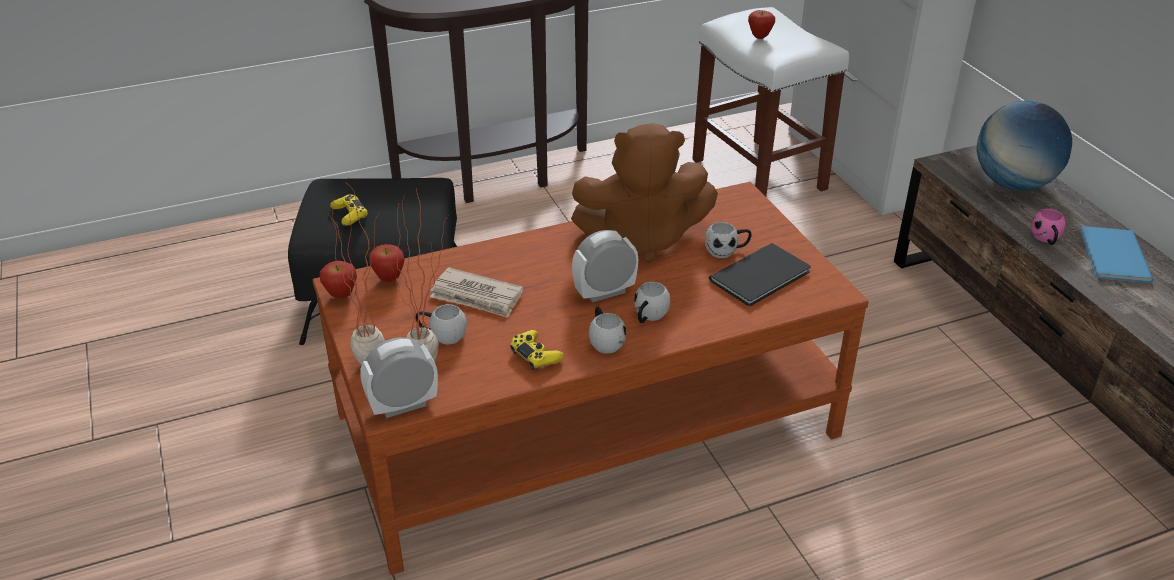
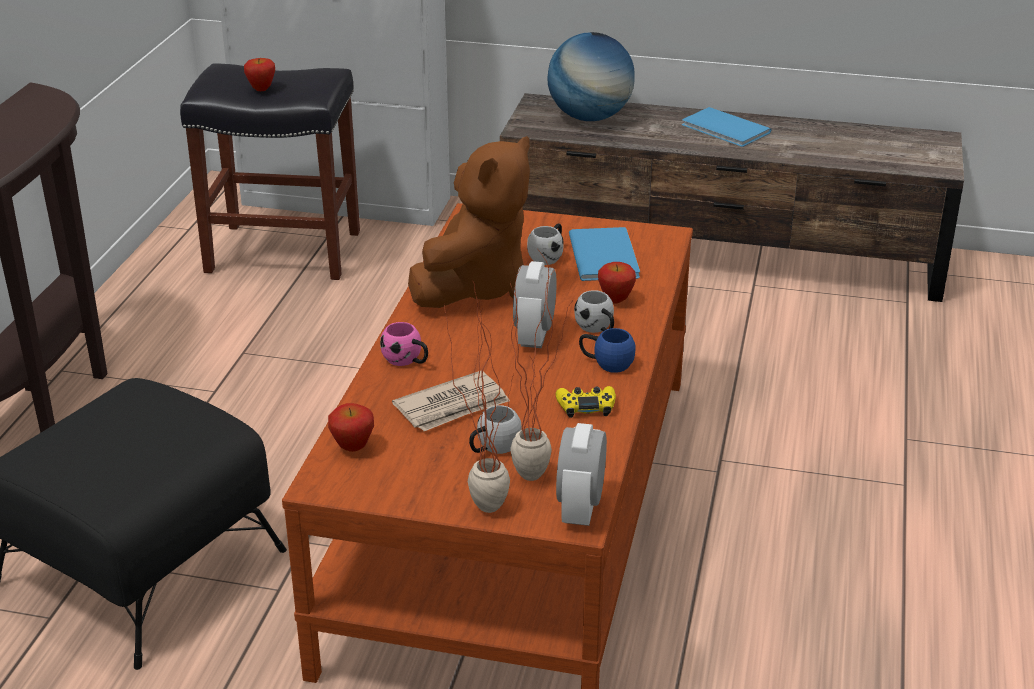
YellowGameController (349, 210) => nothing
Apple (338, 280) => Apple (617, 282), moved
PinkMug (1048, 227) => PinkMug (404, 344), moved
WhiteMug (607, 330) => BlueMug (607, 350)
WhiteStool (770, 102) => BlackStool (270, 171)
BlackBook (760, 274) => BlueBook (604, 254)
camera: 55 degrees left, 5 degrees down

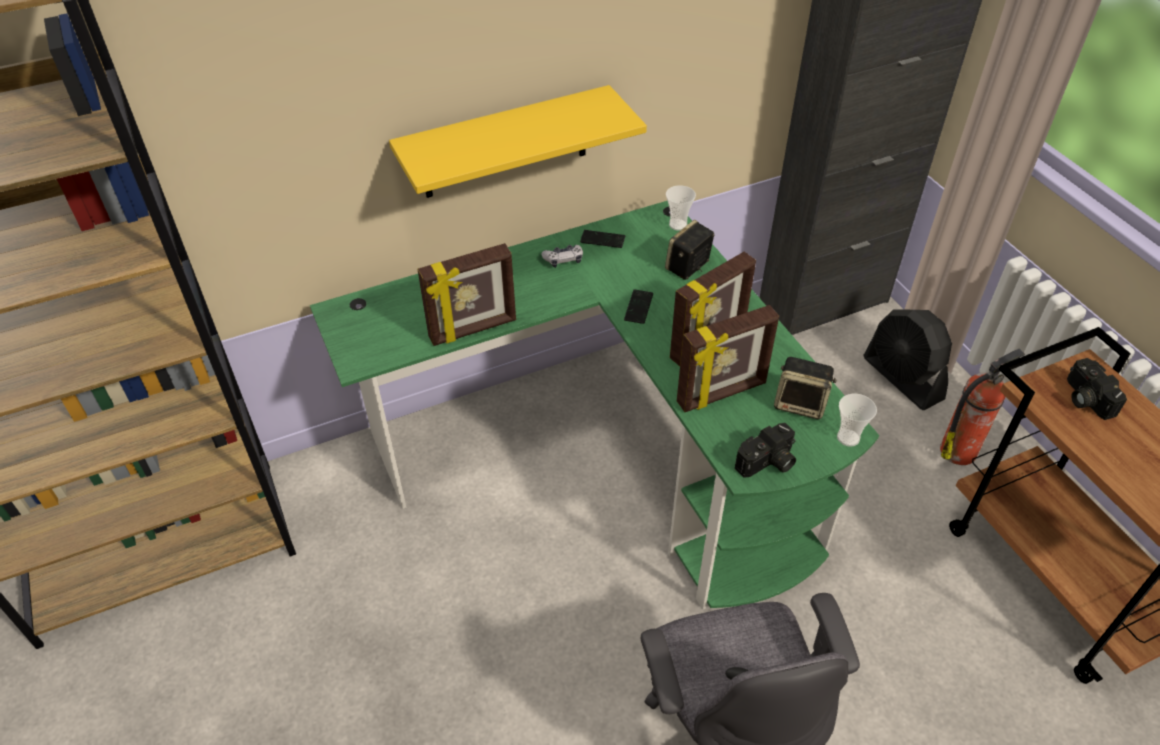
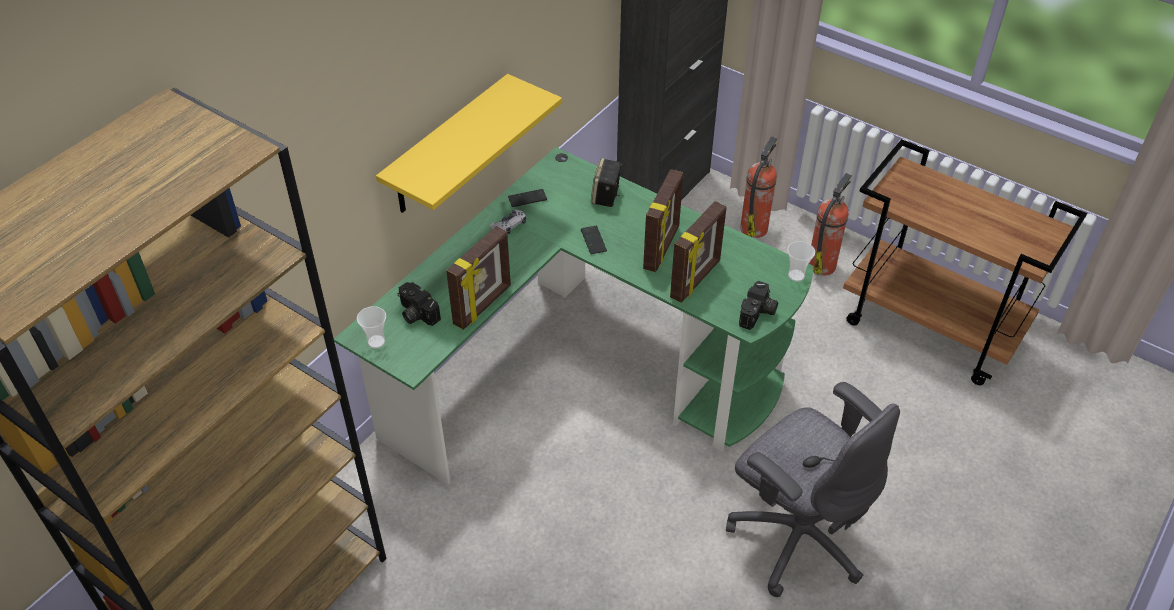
Speaker (805, 388) => nothing
Cup (681, 208) => Cup (371, 327), moved
PhotoCamera (1097, 389) => PhotoCamera (419, 304), moved
BlackFan (907, 359) => FireExtinguisher (758, 187)
camera: 30 degrees left, 0 degrees up

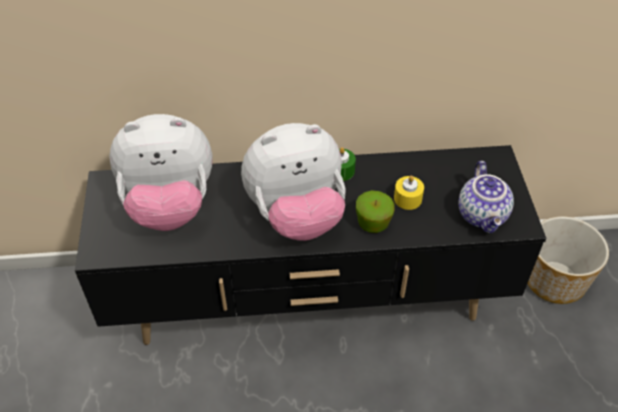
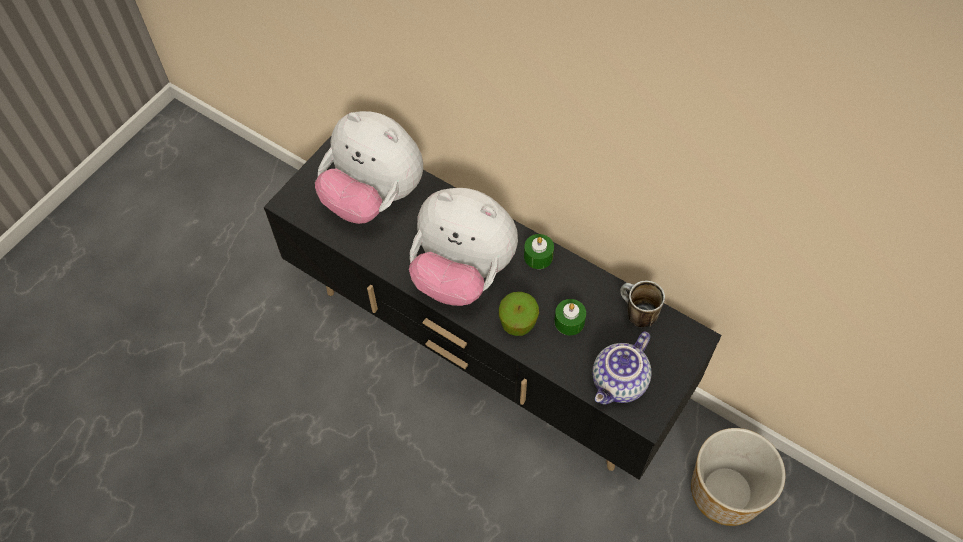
nothing => Mug (642, 303)
YellowCandle (409, 192) => GreenCandle (570, 317)
camera: 40 degrees right, 10 degrees up

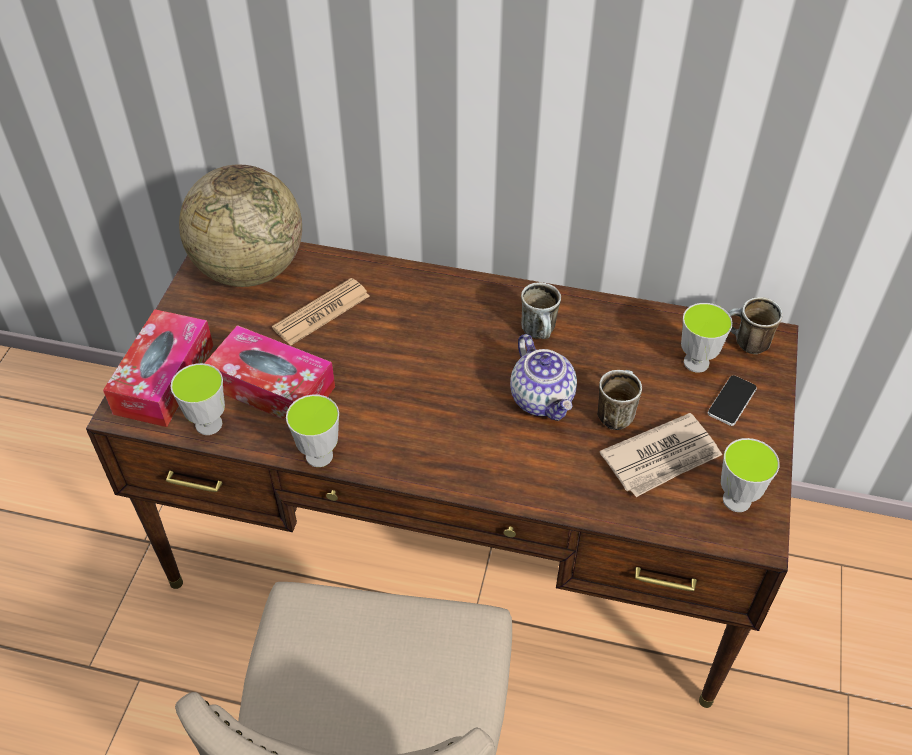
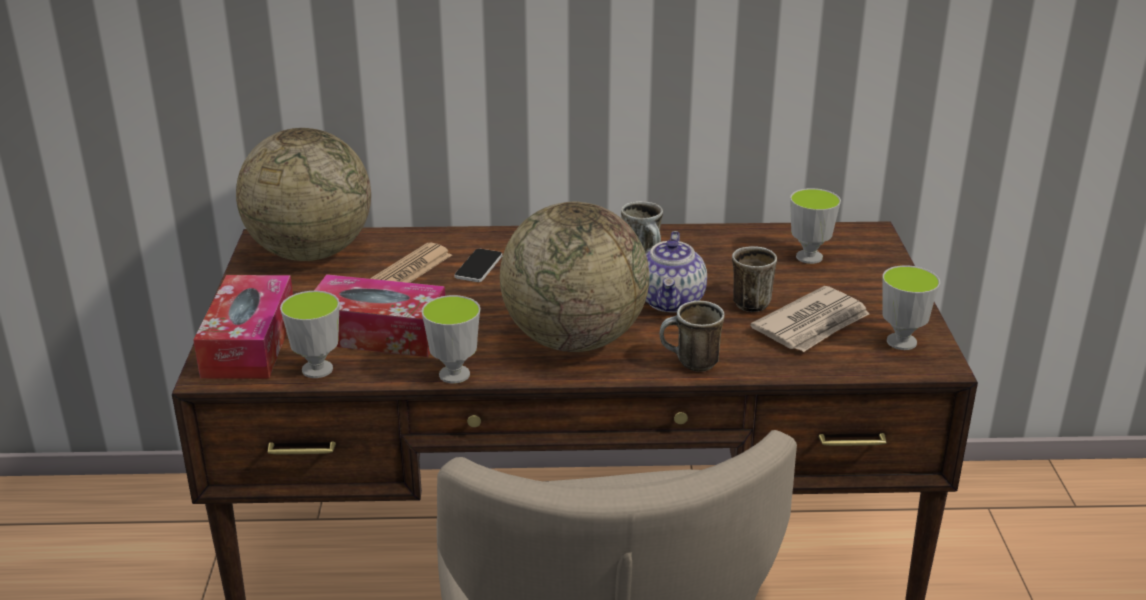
nothing => Globe (574, 277)
Phone (732, 400) => Phone (478, 265), moved
Mug (755, 325) => Mug (692, 335), moved
Teapot (543, 377) => Teapot (676, 272), 45 degrees clockwise
camera: 15 degrees left, 20 degrees down

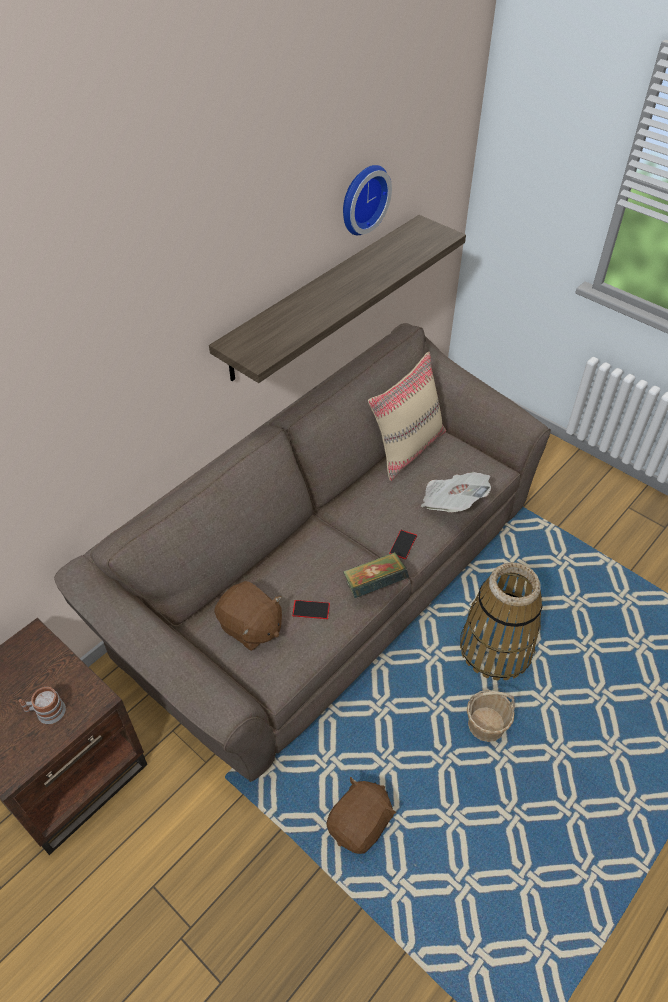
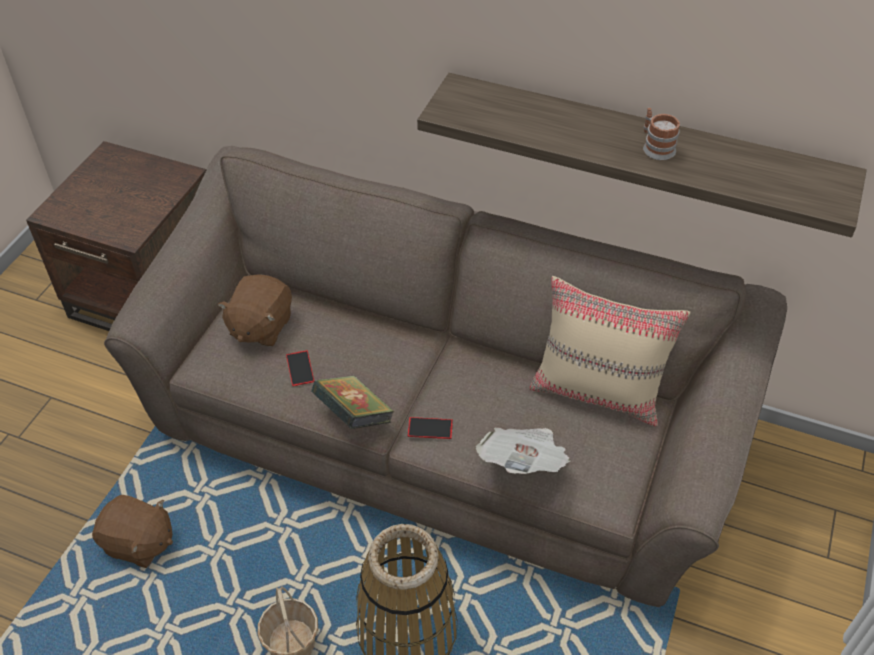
WallClock (367, 200) => nothing
Mug (42, 705) => Mug (661, 134), moved
camera: 70 degrees right, 0 degrees up

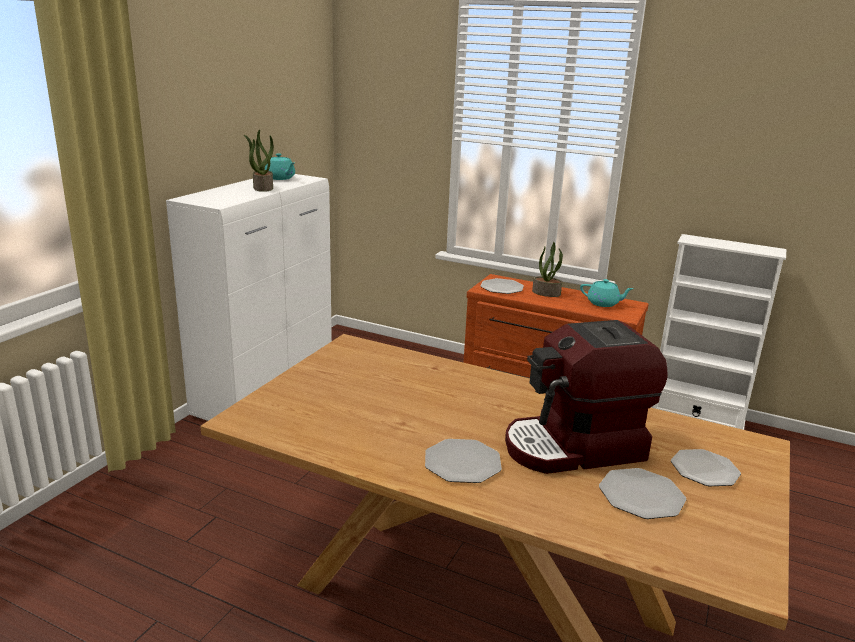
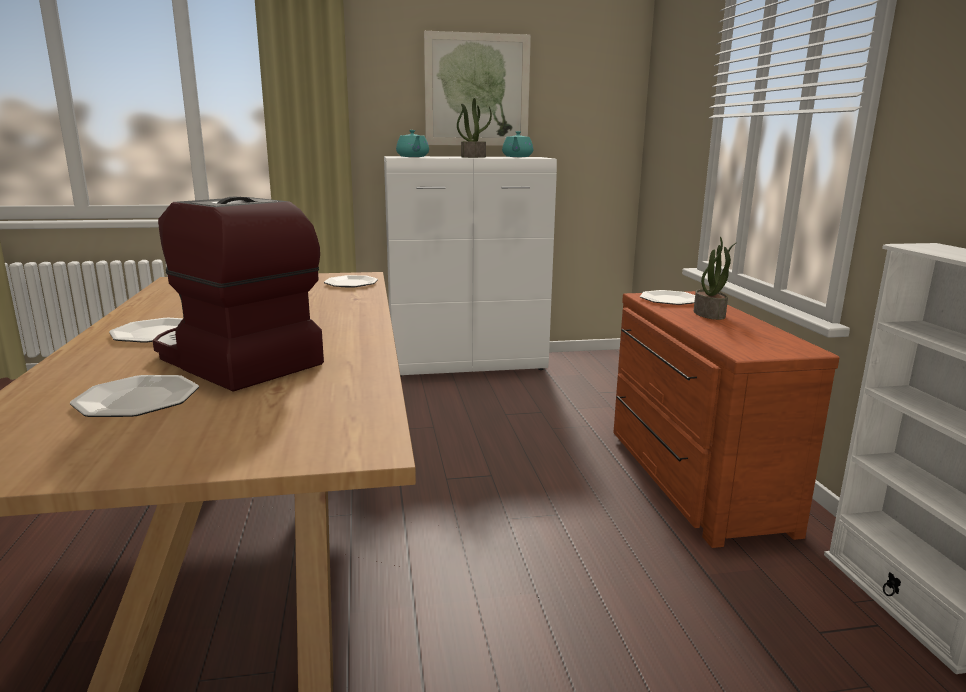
nothing => Picture (477, 88)
TurquoiseTeapot (607, 293) => TurquoiseTeapot (412, 143), moved
Plate (706, 467) => Plate (351, 281), moved
camera: 55 degrees right, 5 degrees down

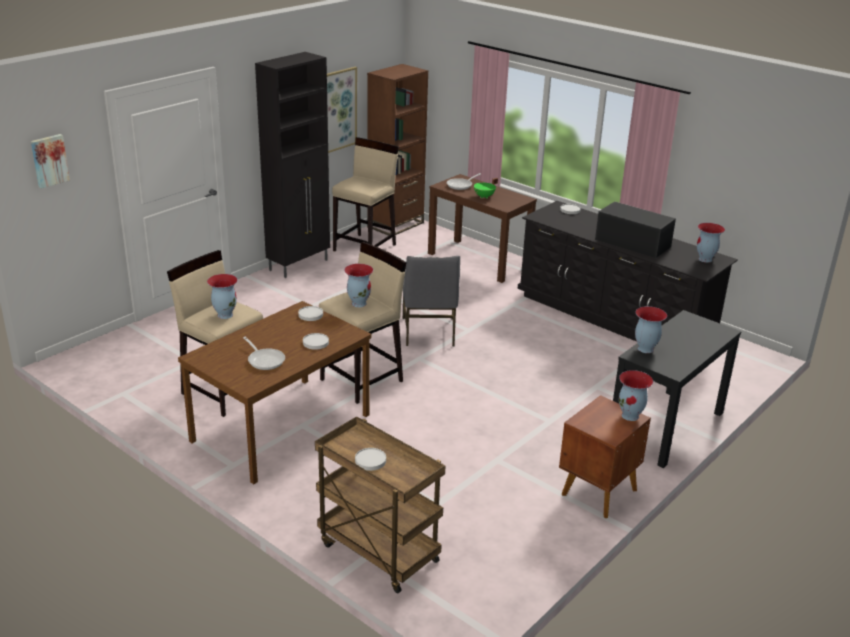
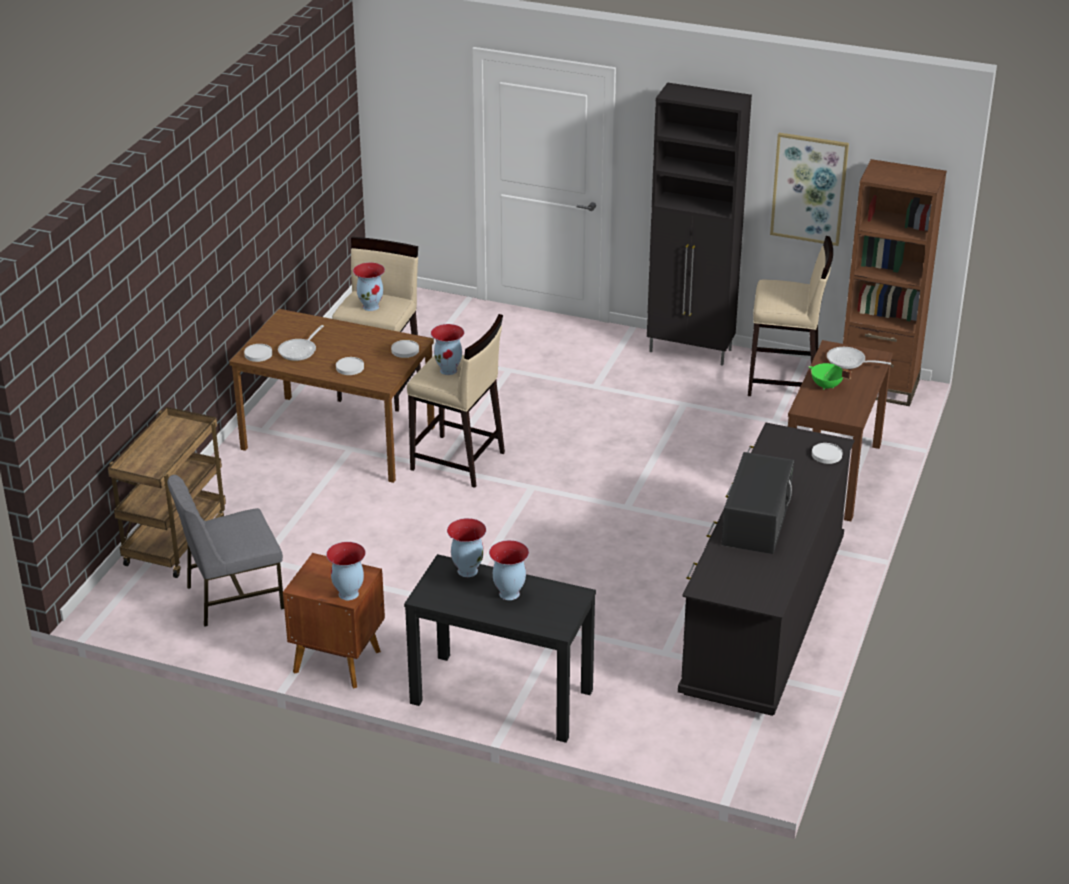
Picture (50, 161) => nothing
WhitePlate (370, 459) => WhitePlate (258, 353), moved
GreyChair (431, 301) => GreyChair (225, 551), moved
Vase (711, 243) => Vase (509, 570), moved
camera: 70 degrees right, 5 degrees up

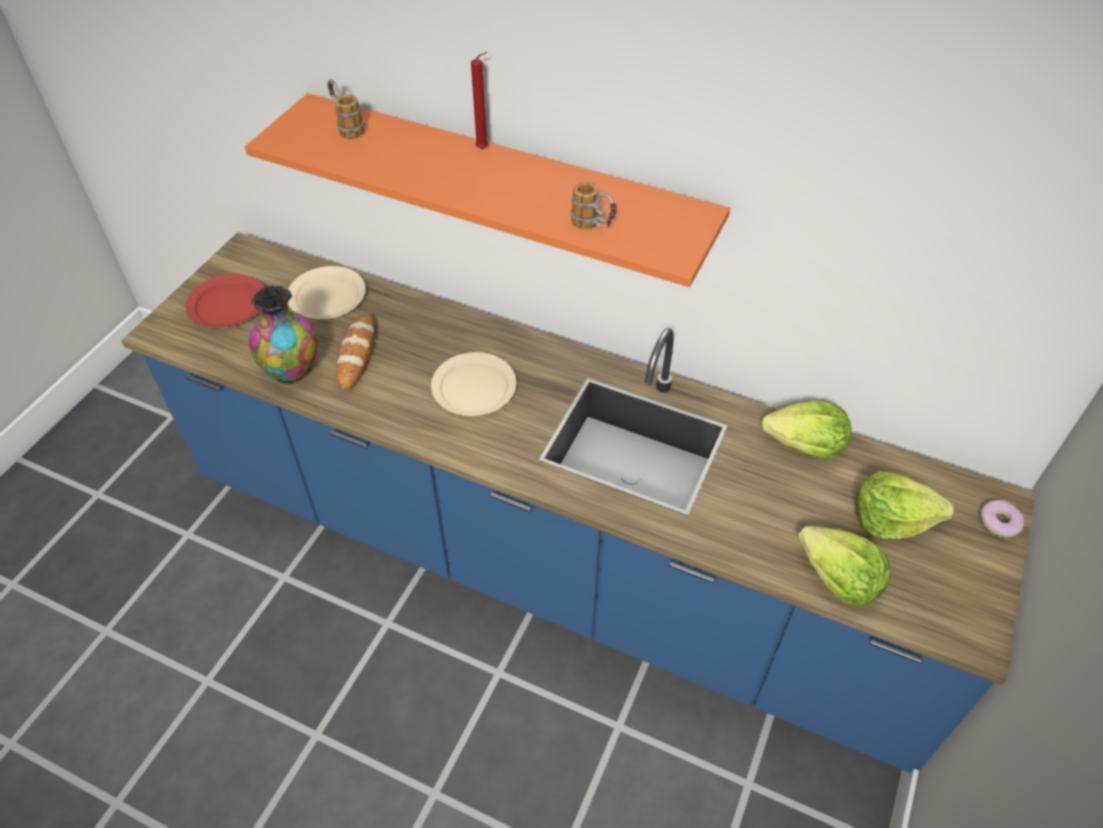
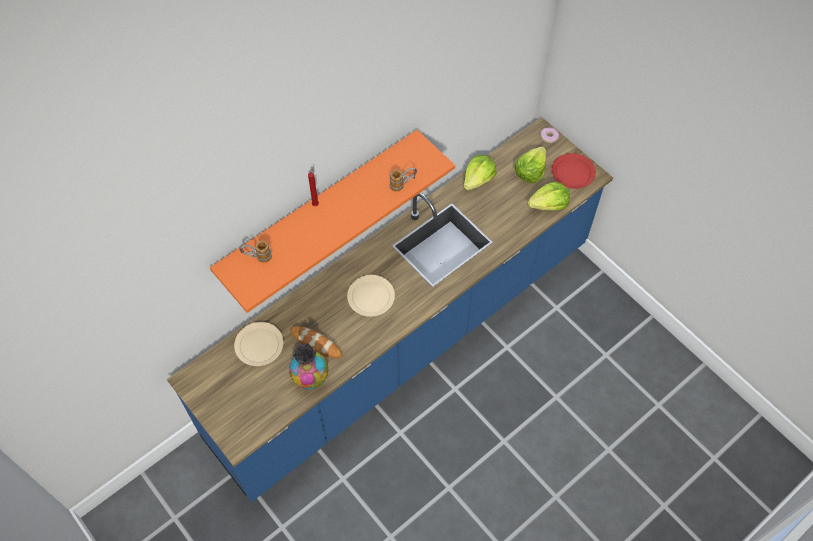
RedPlate (225, 301) => RedPlate (574, 171), moved
camera: 65 degrees left, 10 degrees up

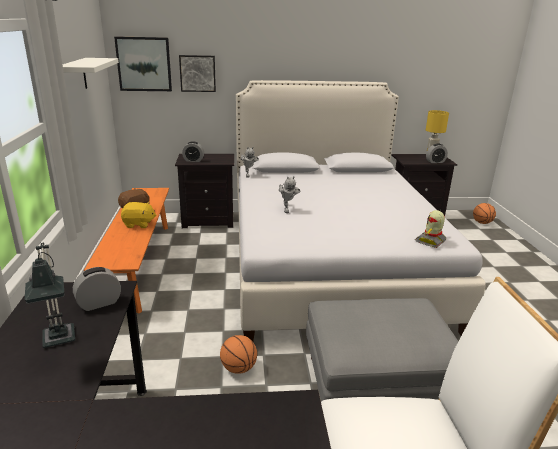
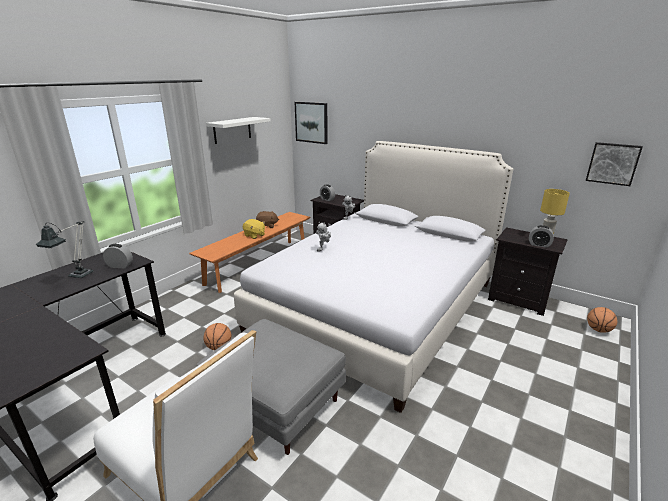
ToyRobot (430, 229) => nothing
Picture (197, 73) => Picture (614, 164), moved
camera: 40 degrees right, 0 degrees up

